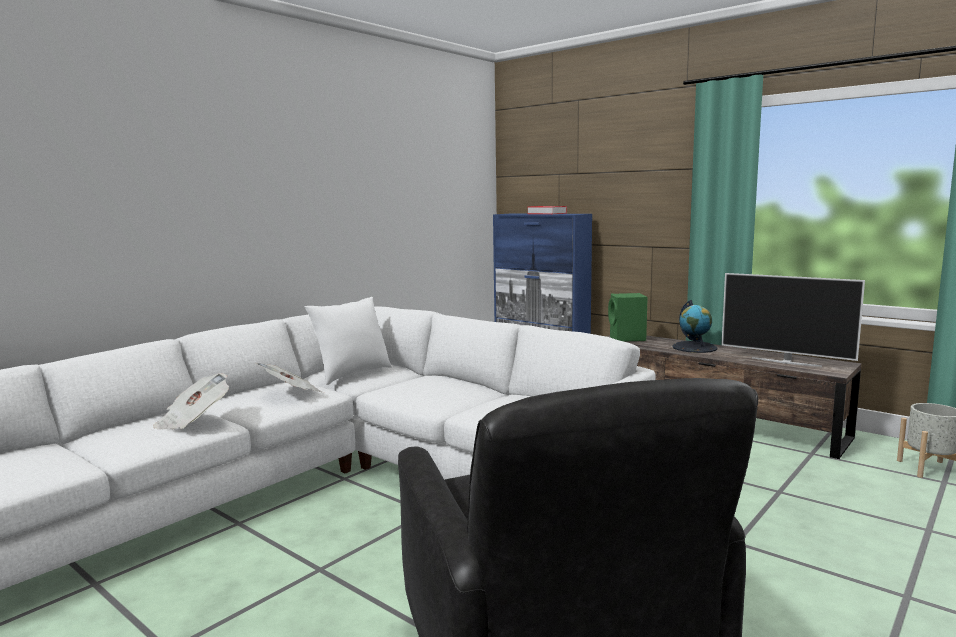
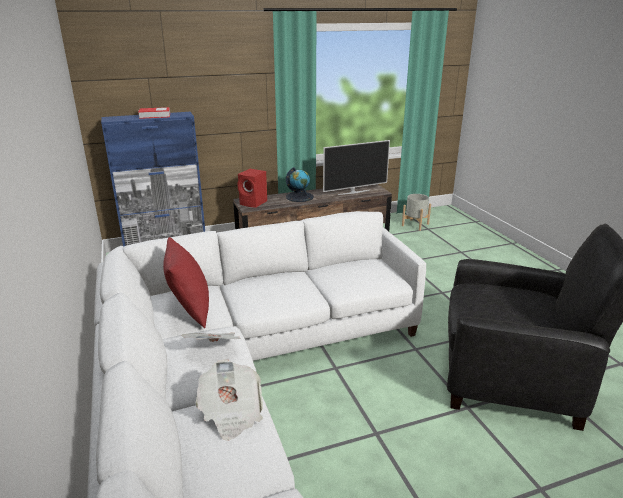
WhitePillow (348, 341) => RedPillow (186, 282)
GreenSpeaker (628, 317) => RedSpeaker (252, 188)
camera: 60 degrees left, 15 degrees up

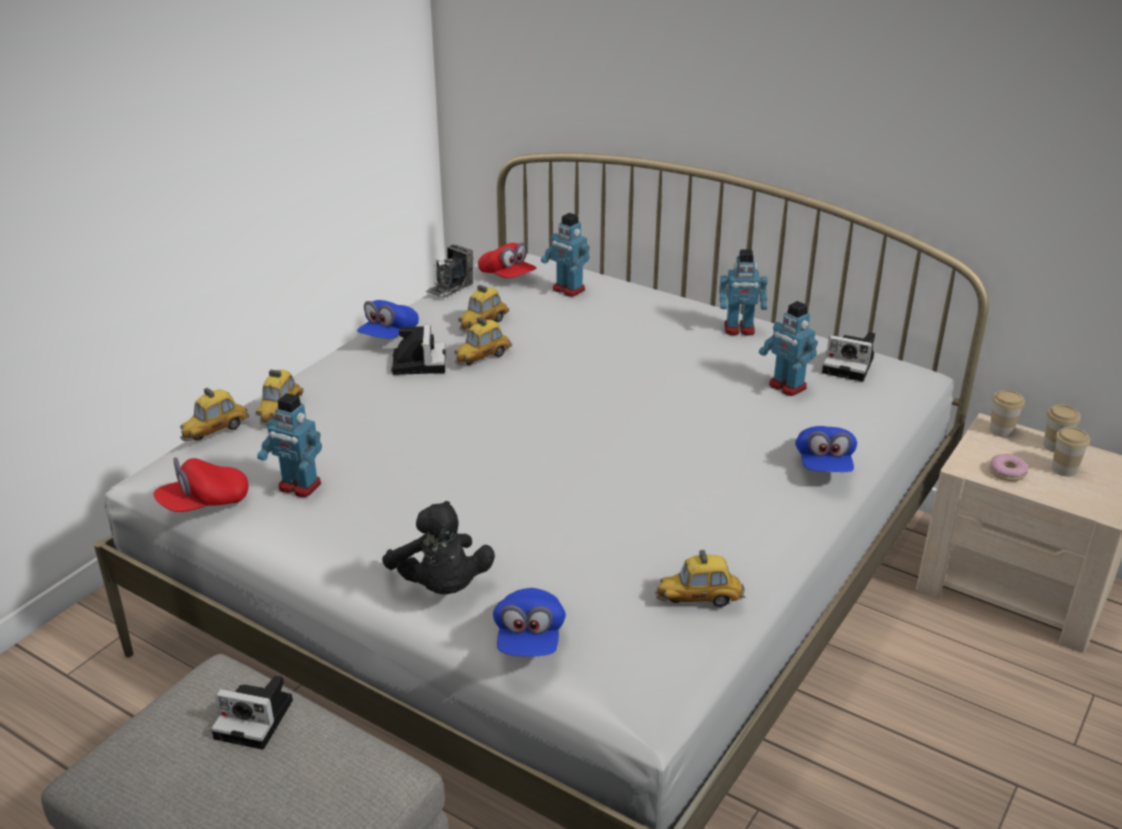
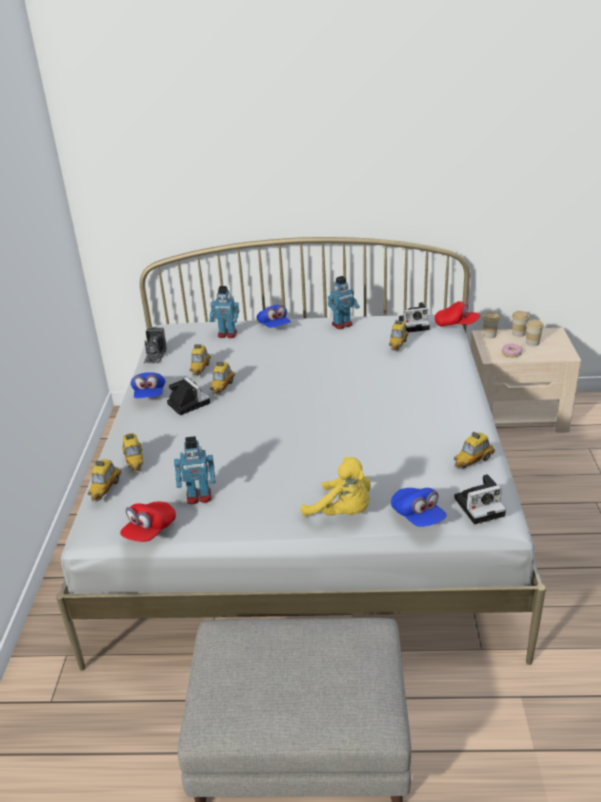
PhotoCamera (252, 712) => PhotoCamera (480, 499), moved
RedCap (507, 260) => RedCap (457, 312), moved
BlueCap (826, 449) => BlueCap (274, 316), moved
ToyRobot (788, 348) => ToyCar (398, 335)
BlackPlushToy (438, 548) => YellowPlushToy (336, 487)
camera: 30 degrees left, 0 degrees up

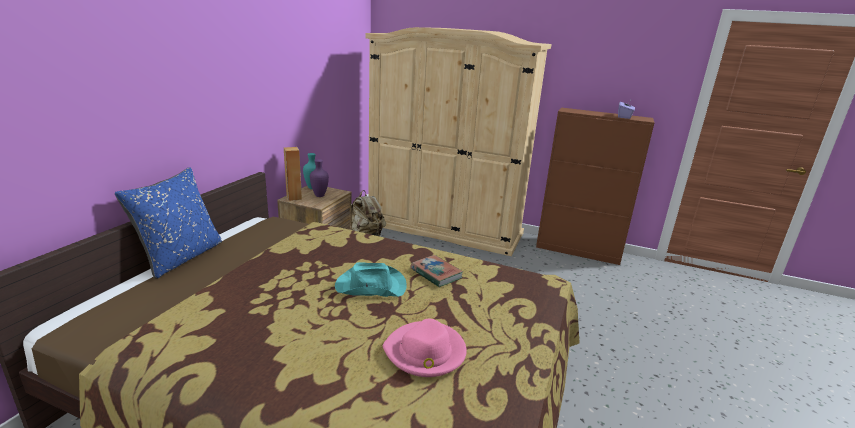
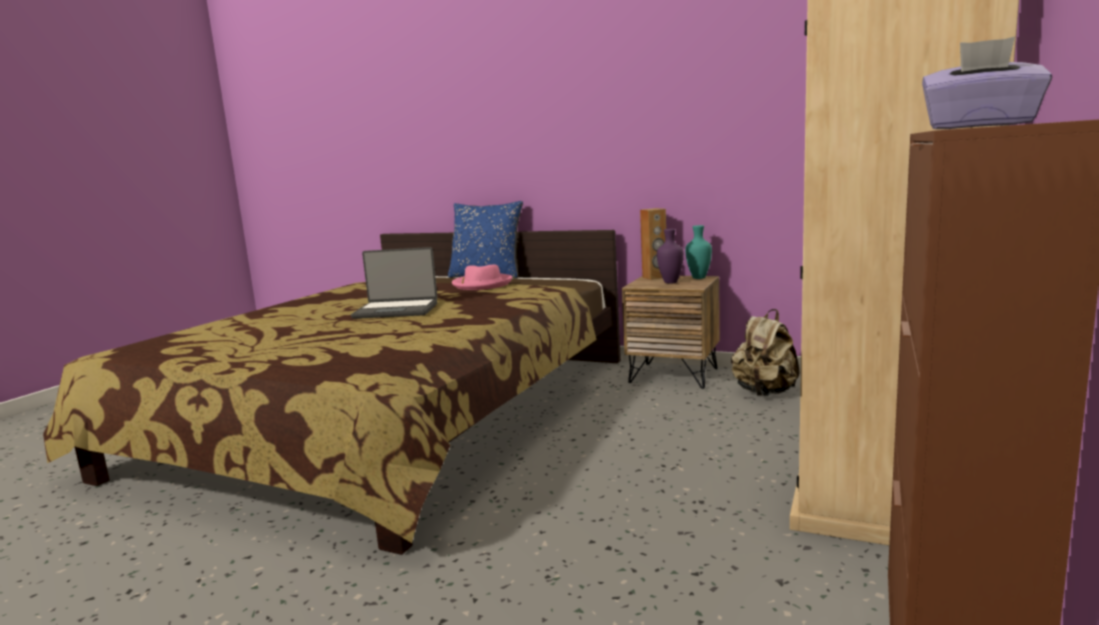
Book (436, 271) => nothing
PinkHat (425, 348) => PinkHat (482, 277), moved
TurquoiseHat (371, 279) => Laptop (394, 283)
camera: 95 degrees right, 10 degrees down

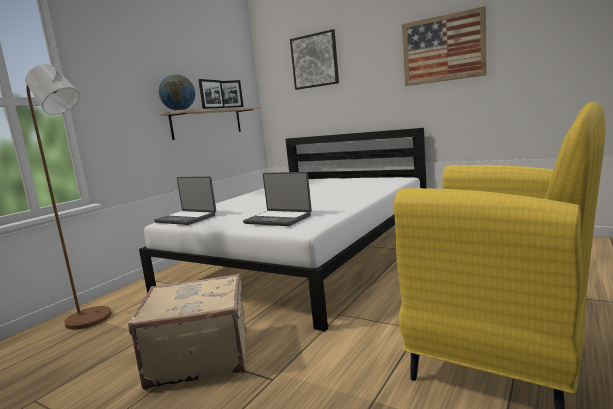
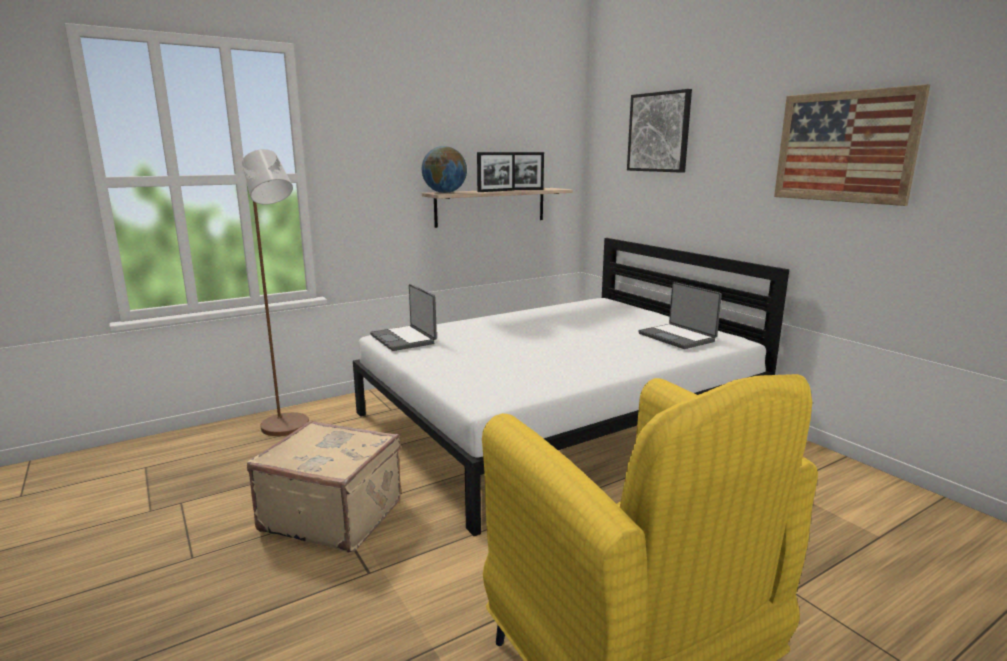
Laptop (277, 199) => Laptop (680, 315), moved
camera: 25 degrees right, 5 degrees up

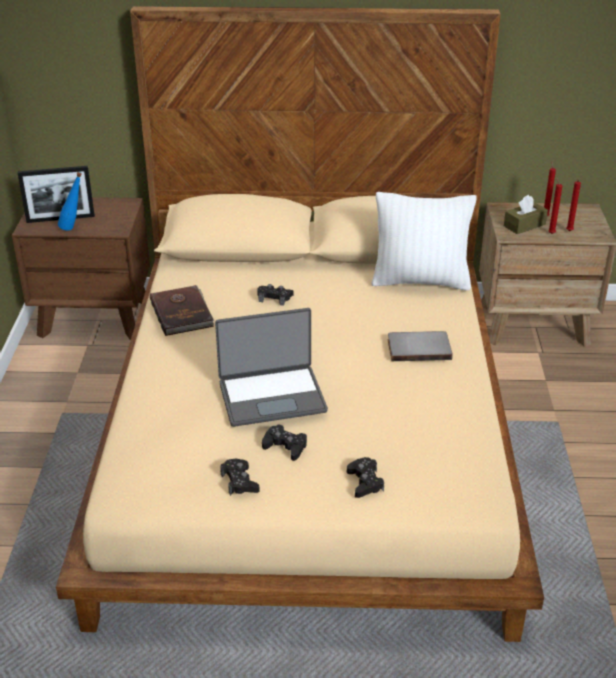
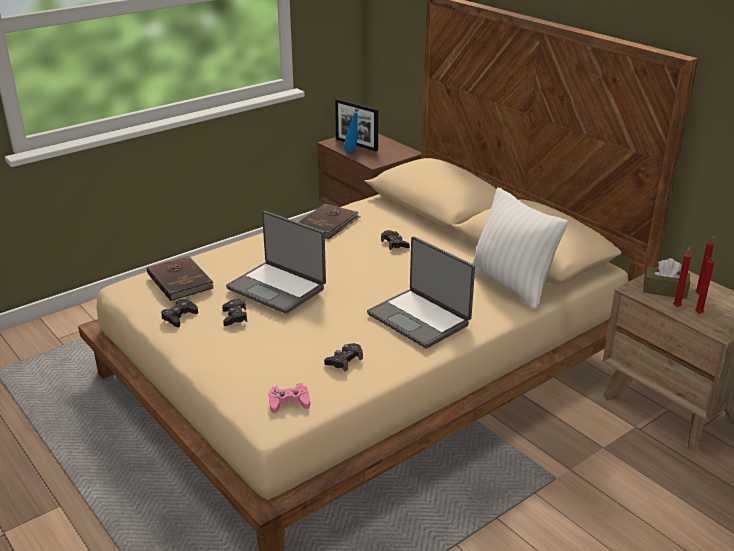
nothing => BrownBook (180, 278)
nothing => PinkGameController (289, 398)
BlackGameController (365, 477) => BlackGameController (343, 357), moved
GreyBook (420, 346) => Laptop (421, 292)
camera: 50 degrees right, 5 degrees down

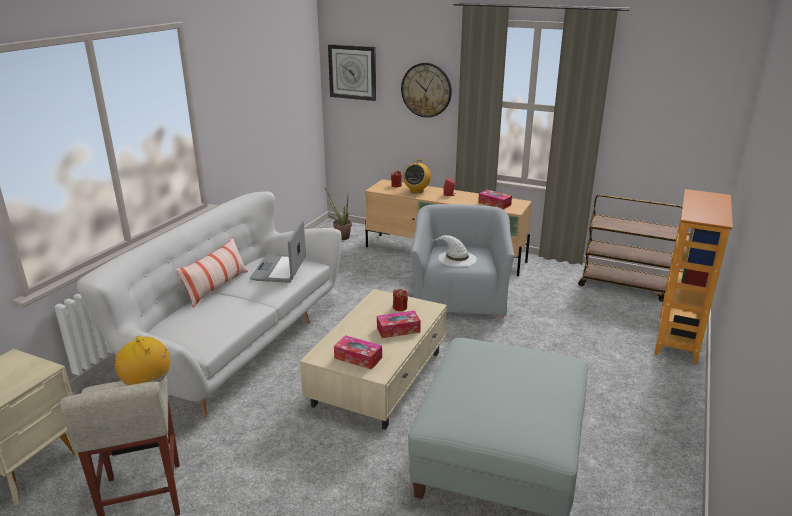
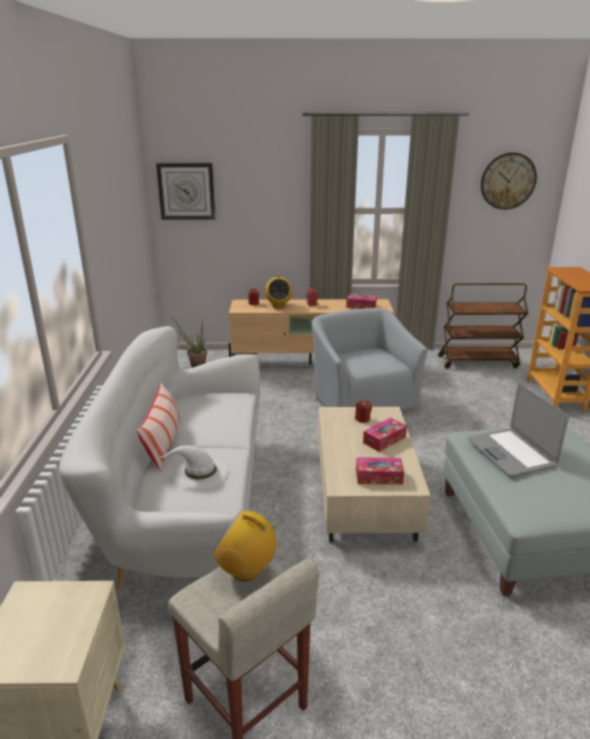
Laptop (278, 251) => Laptop (518, 430), moved
WallClock (426, 90) => WallClock (509, 181), moved
WhiteHat (454, 251) => WhiteHat (194, 467), moved
camera: 25 degrees left, 0 degrees up

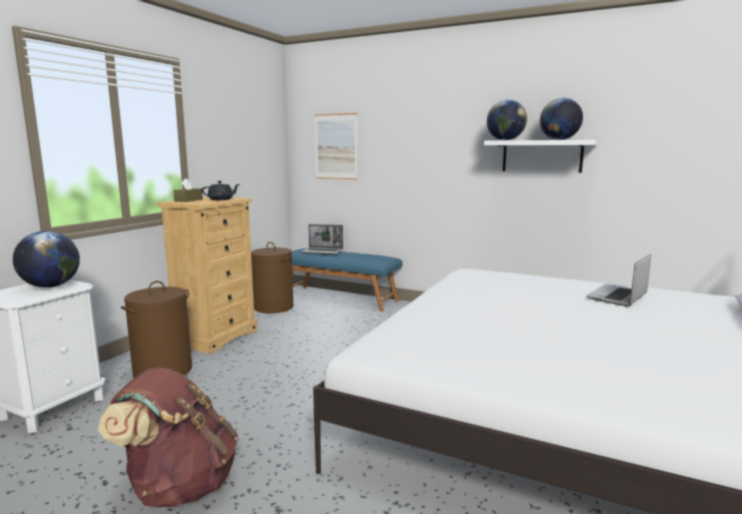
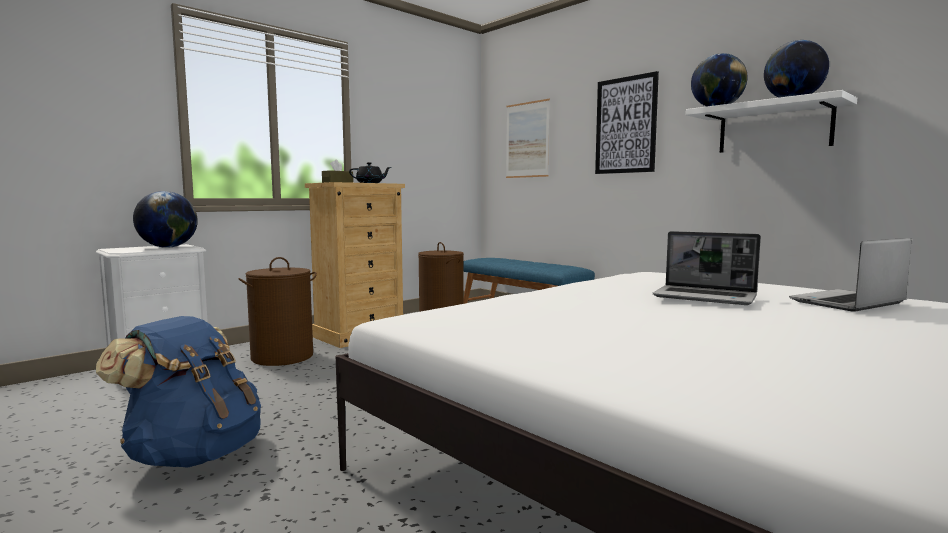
nothing => Picture (627, 122)
Laptop (322, 239) => Laptop (707, 268), moved
BrownBackpack (168, 437) => BlueBackpack (178, 392)
camera: 20 degrees right, 5 degrees down

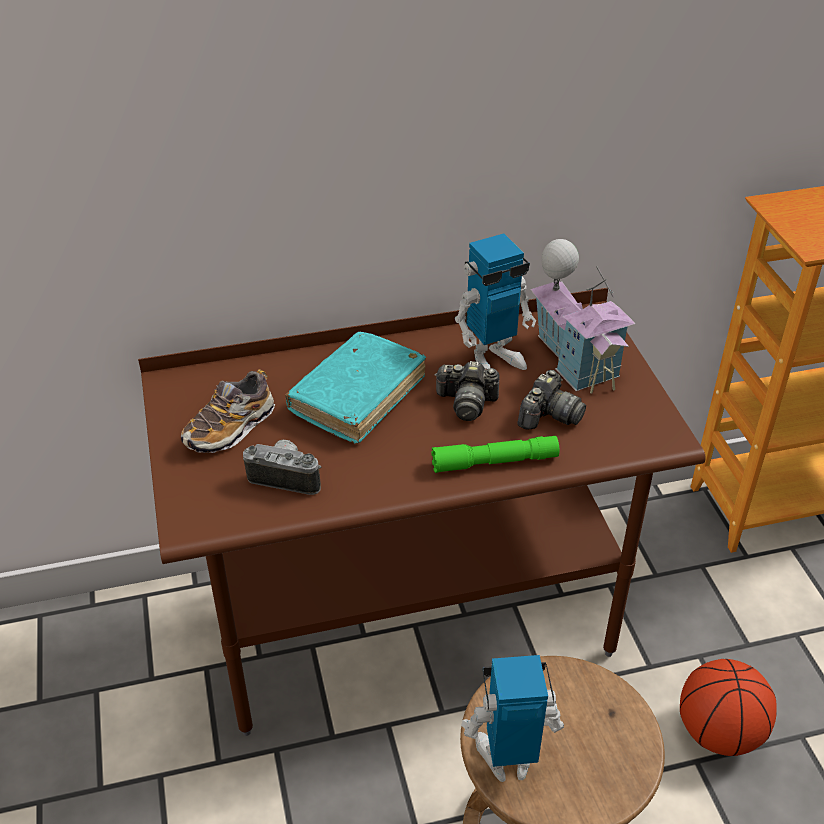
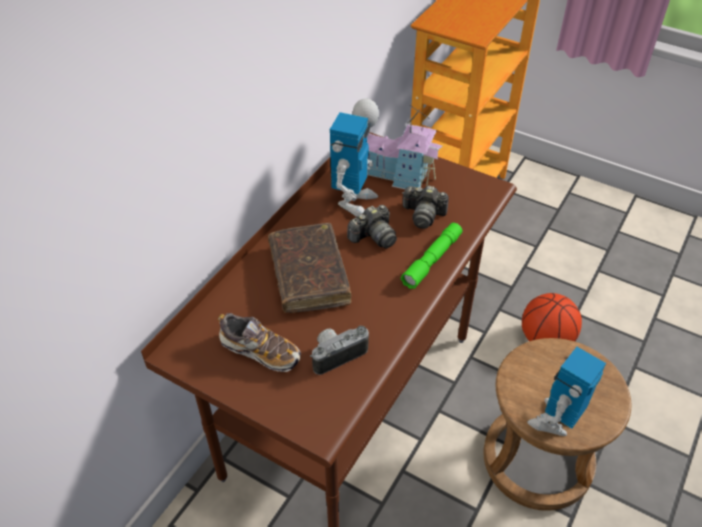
TurquoiseBook (355, 388) => BrownBook (309, 268)
Shoe (228, 411) => Shoe (259, 342), 60 degrees counterclockwise
PhotoCamera (552, 400) => PhotoCamera (425, 207), 120 degrees clockwise
camera: 45 degrees left, 5 degrees up

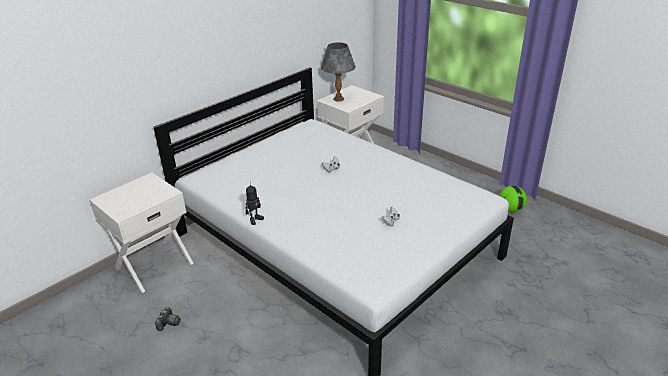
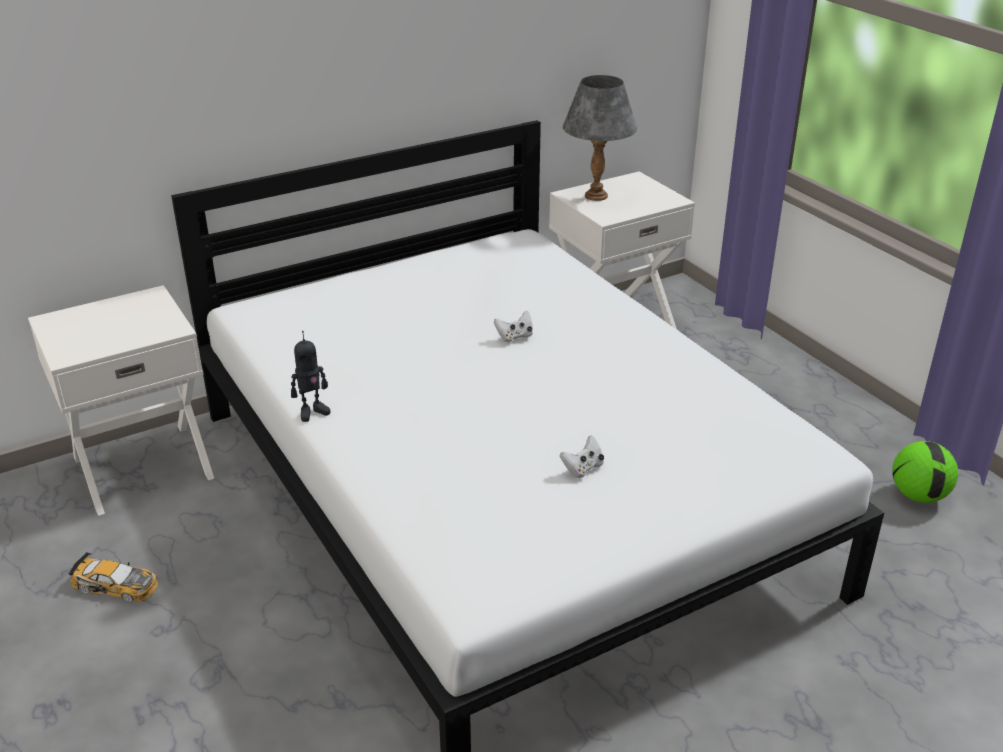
PhotoCamera (168, 319) => ToyCar (113, 577)
camera: 15 degrees right, 0 degrees up

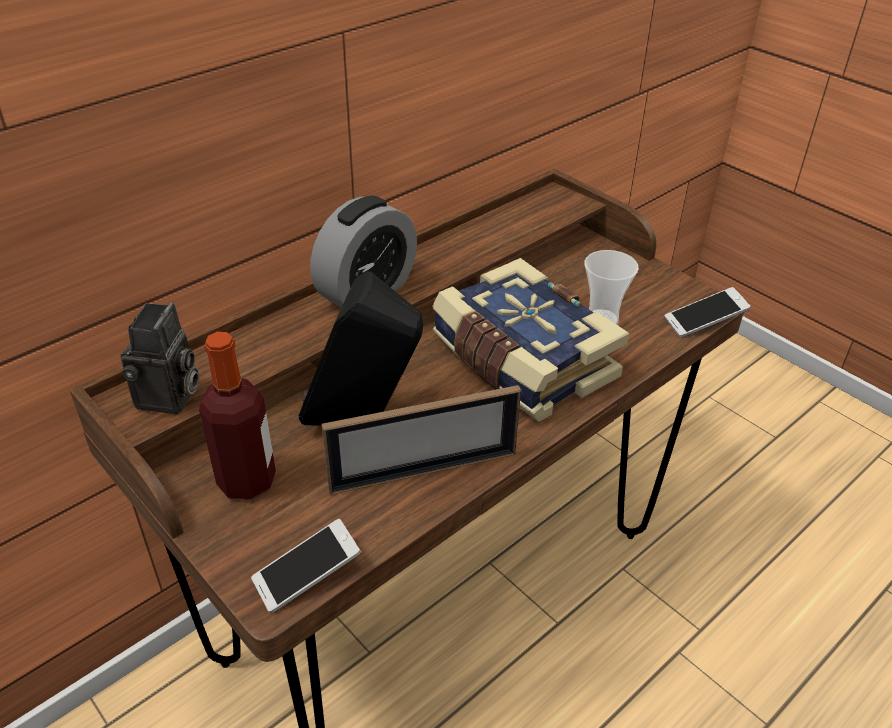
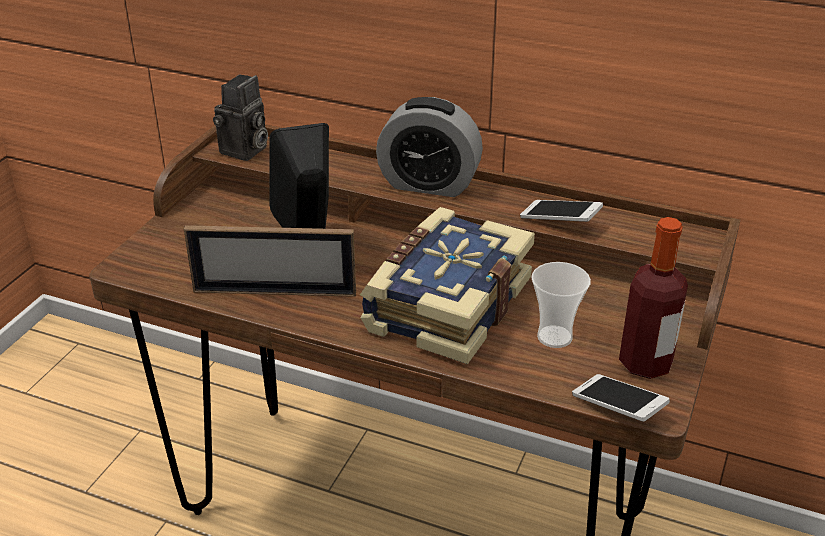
Bottle (237, 416) => Bottle (653, 298), moved
Phone (306, 566) => Phone (561, 211), moved
PhotoCamera (159, 358) => PhotoCamera (240, 117), 45 degrees counterclockwise
PictureFrame (421, 440) => PictureFrame (270, 261), 45 degrees counterclockwise
camera: 65 degrees right, 5 degrees down

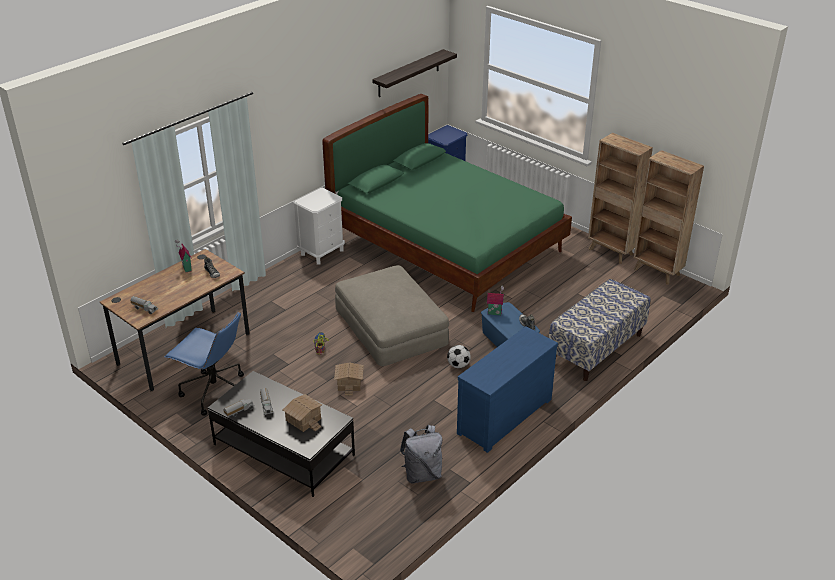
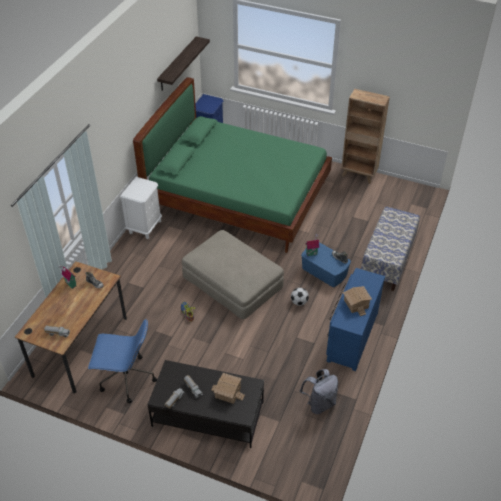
BrownBookcase (669, 217) => nothing
ToyHouse (349, 379) => ToyHouse (357, 301), moved
camera: 20 degrees left, 10 degrees up

